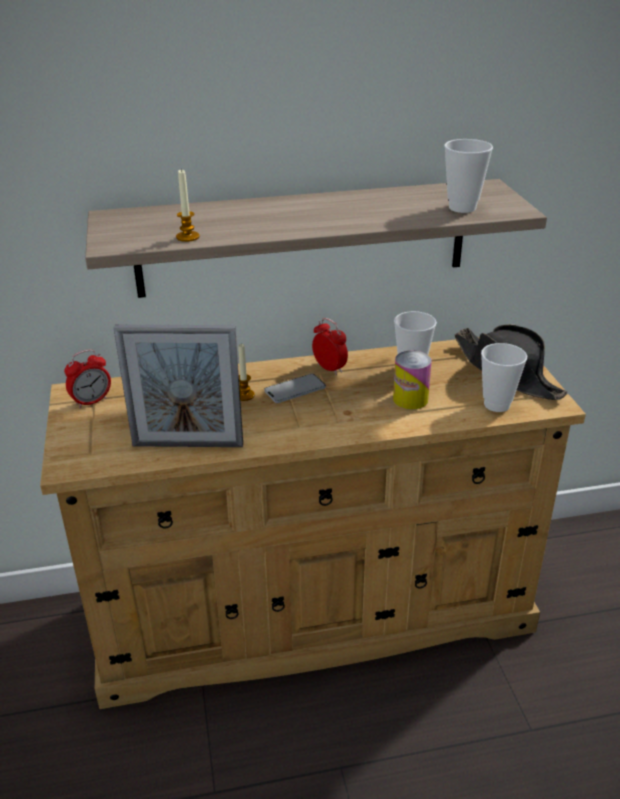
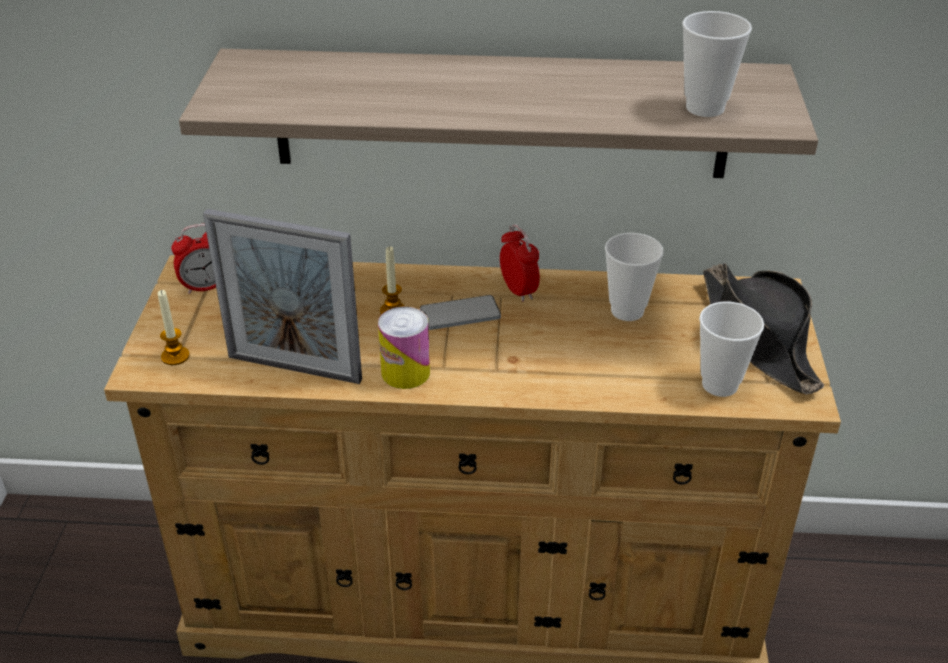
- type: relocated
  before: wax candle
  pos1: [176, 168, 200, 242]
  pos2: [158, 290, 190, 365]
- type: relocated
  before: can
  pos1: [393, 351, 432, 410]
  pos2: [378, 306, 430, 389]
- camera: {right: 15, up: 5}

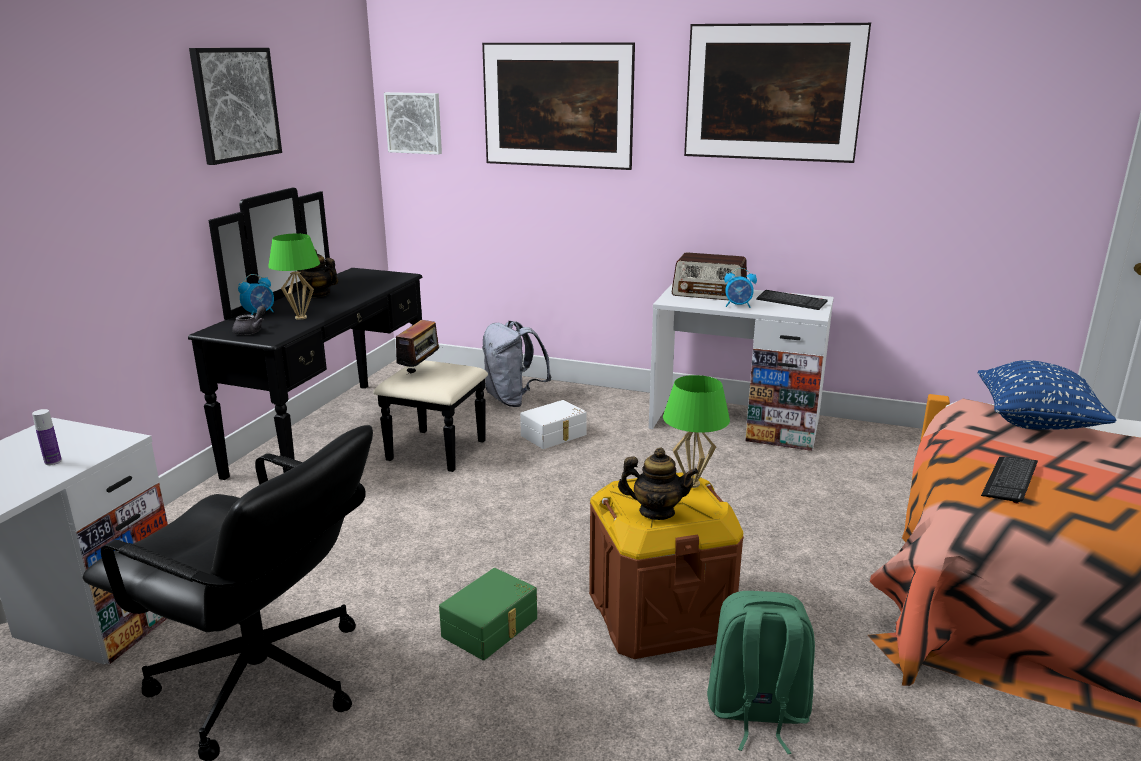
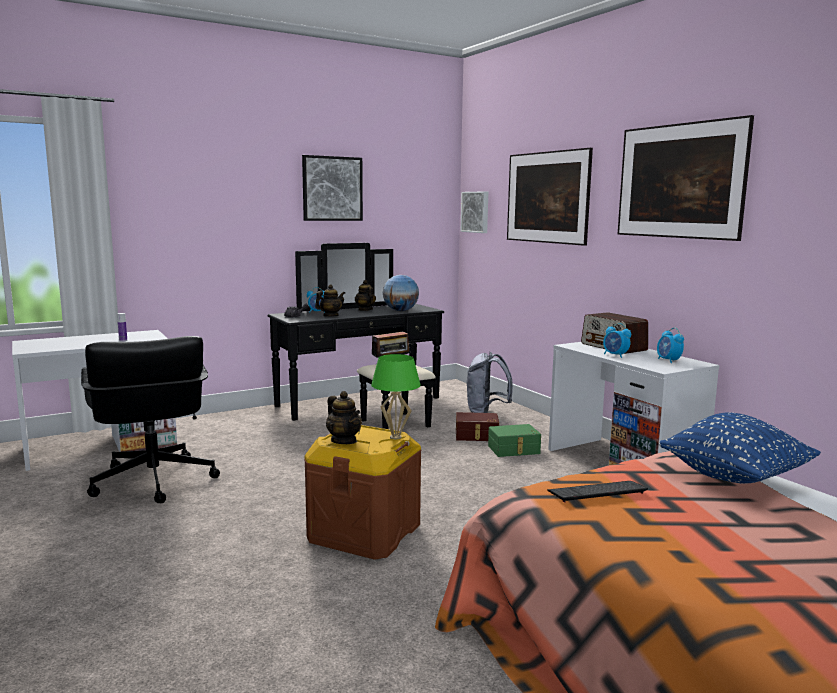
- type: missing
  before: knapsack/greenish
  pos1: [707, 591, 815, 754]
- type: appeared
  after: desk globe
  pos2: [383, 275, 419, 311]
- type: relocated
  before: storage box/greenish
  pos1: [439, 568, 537, 660]
  pos2: [488, 424, 541, 457]
- type: exchanged
  before: tabletop lamp/greenish
  after: teapot
  pos1: [268, 234, 320, 320]
  pos2: [315, 284, 345, 317]
- type: exchanged
  before: computer keyboard
  after: alarm clock
  pos1: [756, 290, 828, 310]
  pos2: [657, 328, 684, 363]
- type: colour
  before: storage box/white
  after: storage box/brown-coloured
  pos1: [520, 400, 587, 449]
  pos2: [456, 412, 499, 441]
- camera: {right: 40, up: -10}

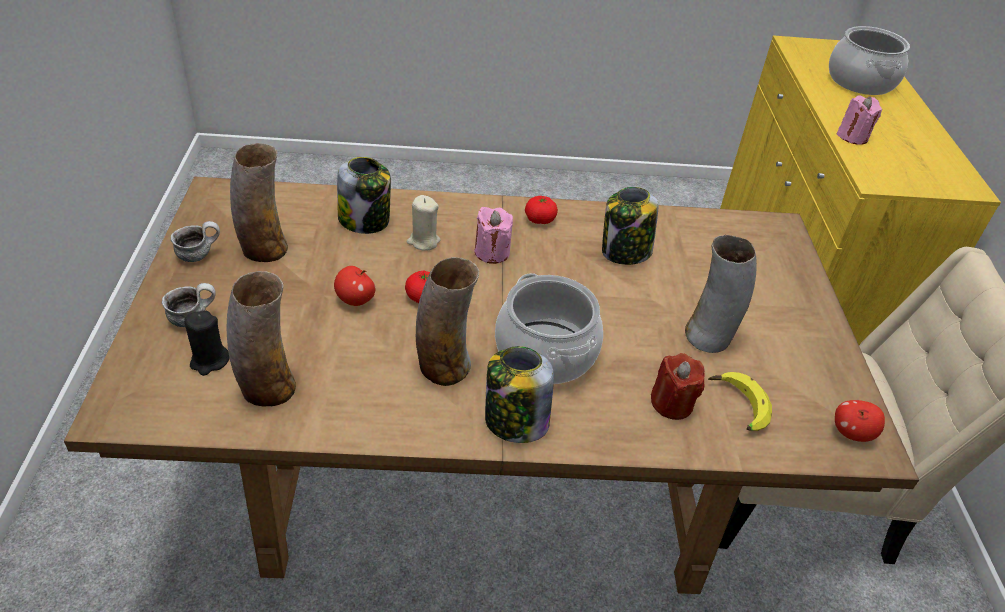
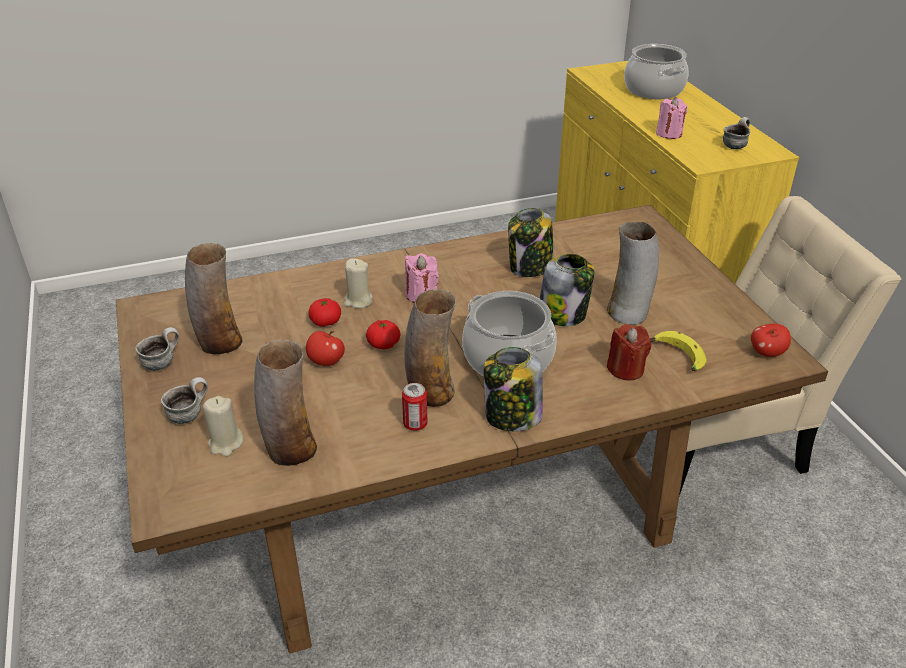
- type: appeared
  after: can
  pos2: [402, 383, 427, 431]
- type: appeared
  after: coffee mug
  pos2: [723, 117, 750, 149]
- type: relocated
  before: jar
  pos1: [337, 157, 391, 234]
  pos2: [540, 254, 595, 326]
- type: relocated
  before: tomato
  pos1: [525, 196, 558, 224]
  pos2: [309, 298, 341, 327]
- type: colour
  before: wax candle/black-coloured
  after: wax candle/sand-coloured
  pos1: [184, 311, 229, 376]
  pos2: [203, 396, 244, 456]
- camera: {right: -15, up: -5}

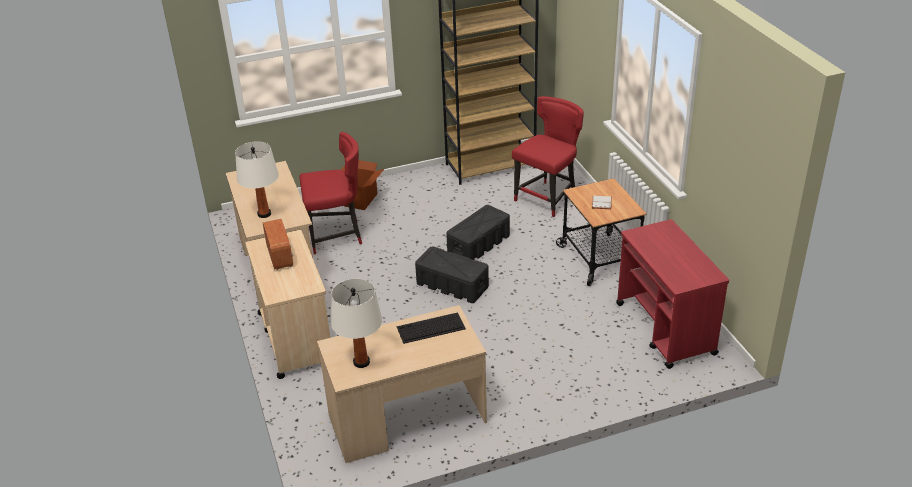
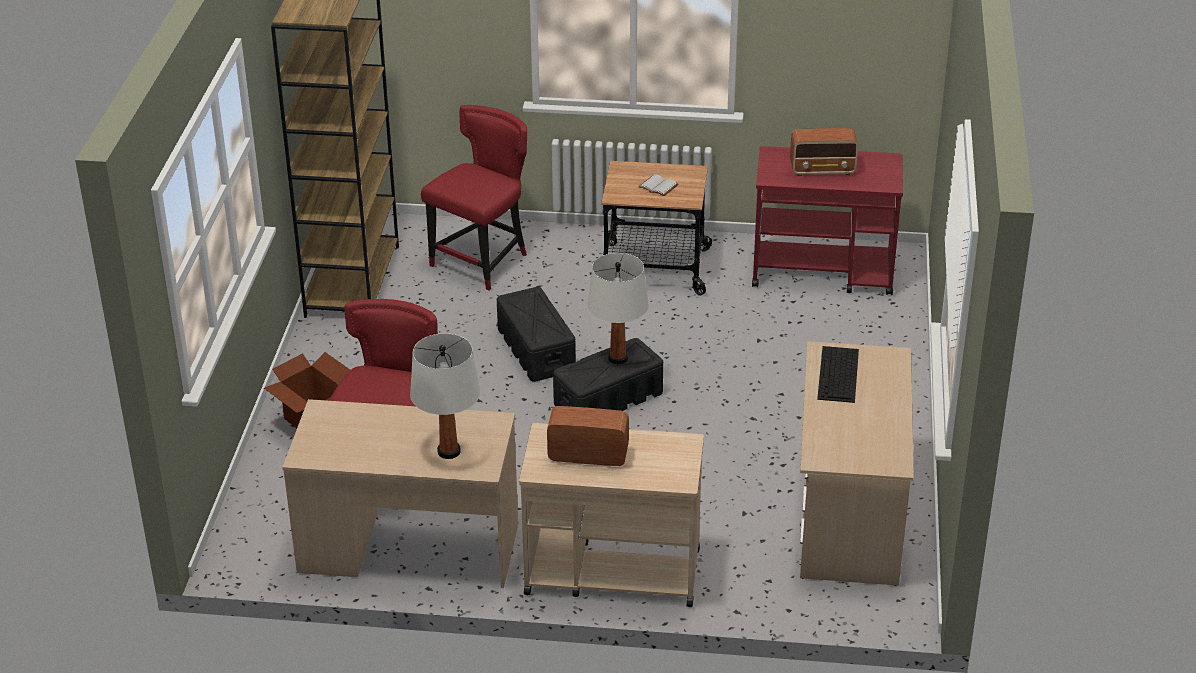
- type: appeared
  after: radio
  pos2: [790, 128, 858, 176]
- type: relocated
  before: tabletop lamp/white
  pos1: [331, 279, 382, 368]
  pos2: [587, 253, 649, 364]
- type: spun
  before: plain chair/red-coloured
  pos1: [512, 96, 584, 217]
  pos2: [421, 105, 527, 290]
  turn: 60
- camera: {right: -65, up: 0}

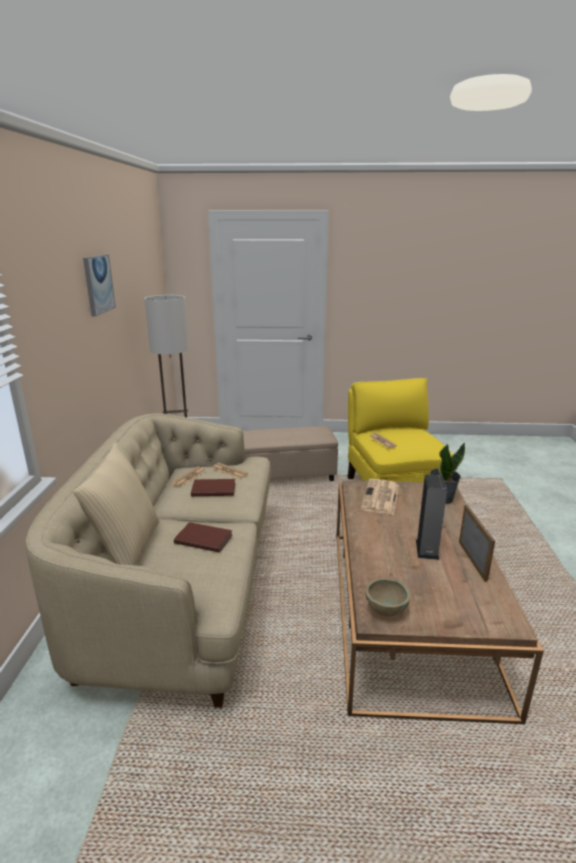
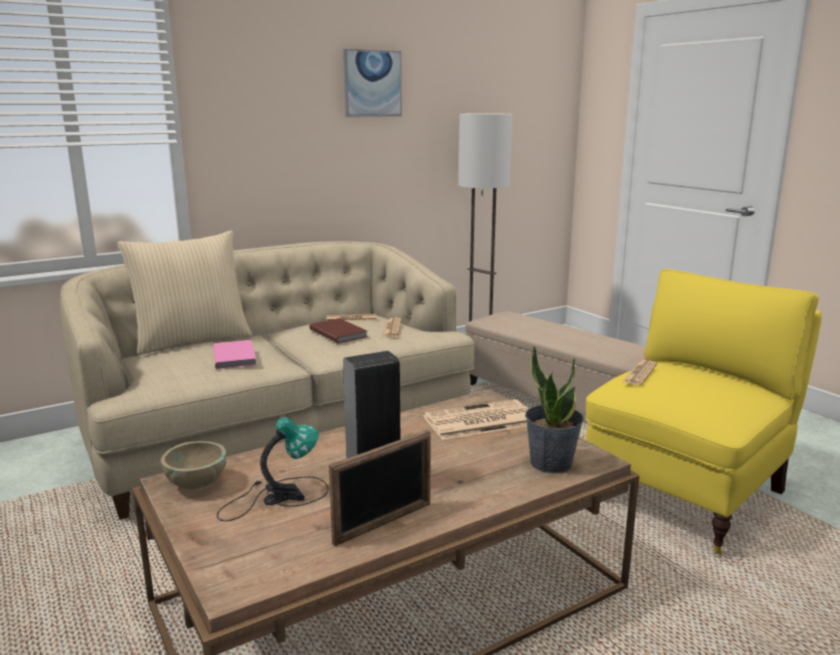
- type: appeared
  after: tabletop lamp
  pos2: [217, 417, 329, 521]
- type: colour
  before: volume/brown-coloured
  after: volume/pink-coloured
  pos1: [174, 522, 233, 553]
  pos2: [213, 340, 256, 369]
- camera: {right: 55, up: -5}

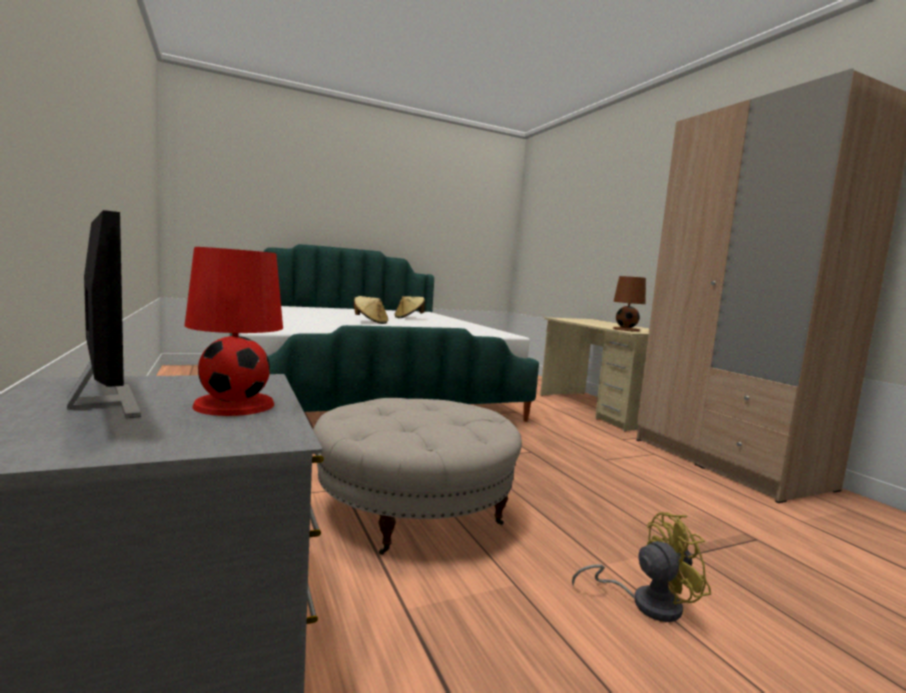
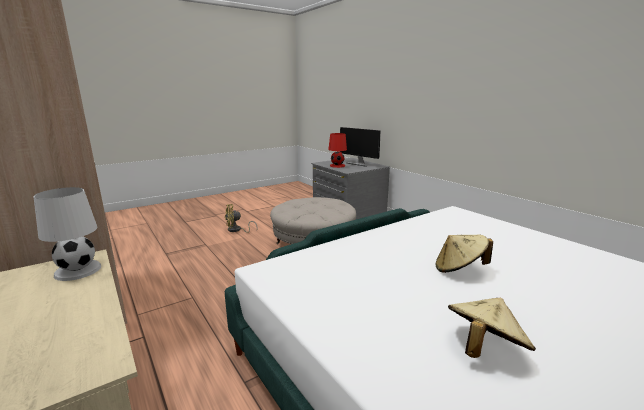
- type: colour
  before: tabletop lamp/brown-coloured
  after: tabletop lamp/white
  pos1: [613, 276, 646, 332]
  pos2: [34, 187, 101, 281]
- camera: {right: 170, up: 10}

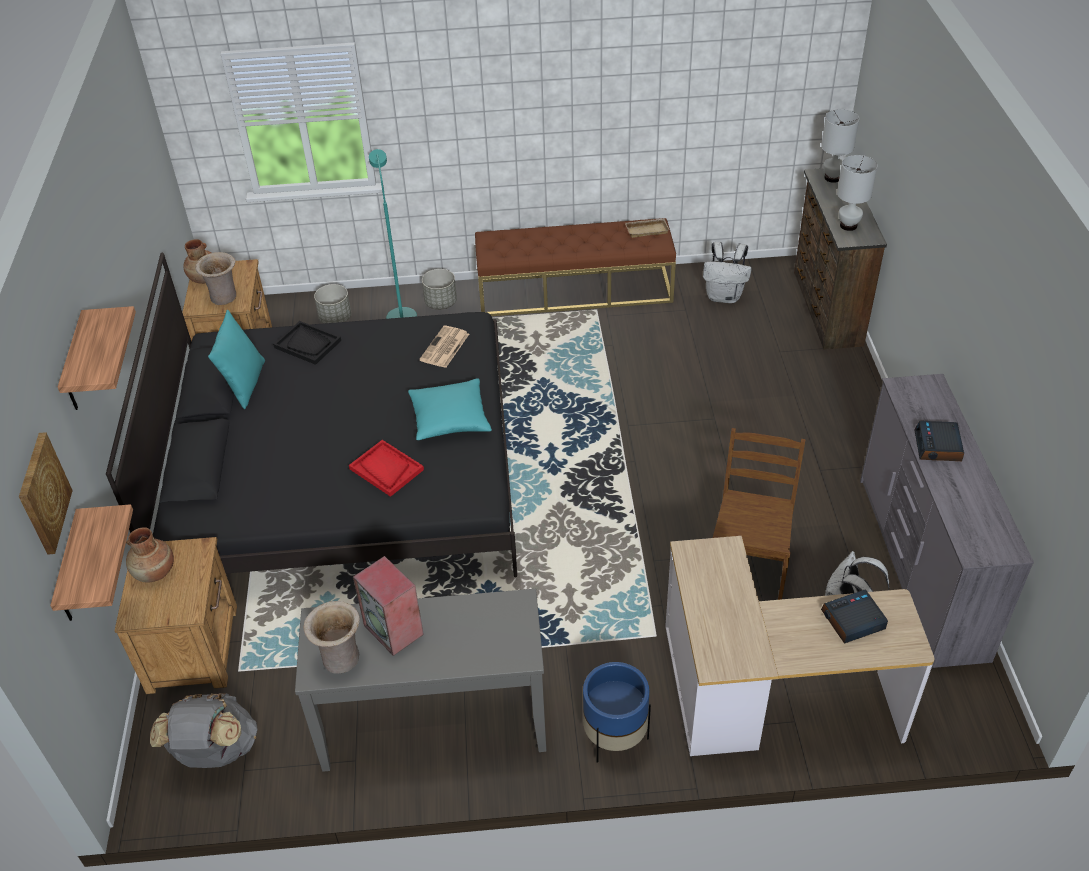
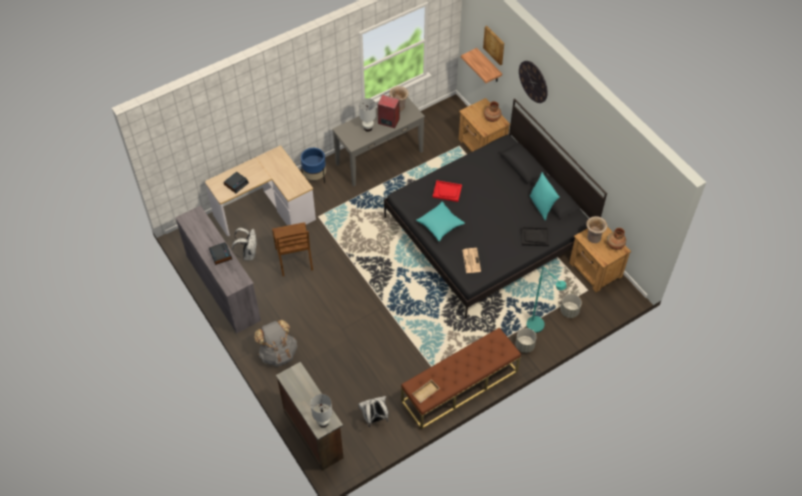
- type: relocated
  before: knapsack/grey
  pos1: [150, 693, 258, 768]
  pos2: [254, 320, 297, 367]
- type: relocated
  before: tabletop lamp/white
  pos1: [837, 155, 878, 231]
  pos2: [359, 98, 376, 132]
- type: exchanged
  before: bracket shelf
  after: wall clock
  pos1: [58, 306, 136, 410]
  pos2: [519, 61, 548, 103]
- camera: {right: 150, up: 10}

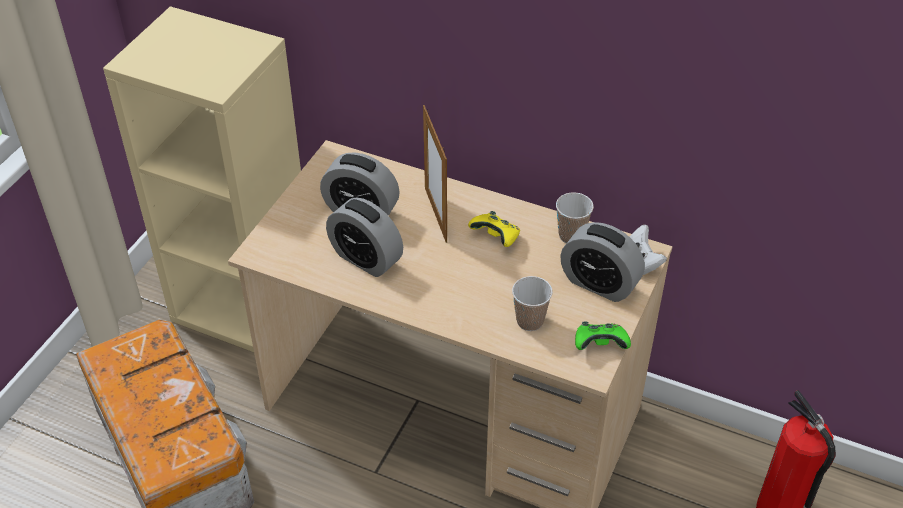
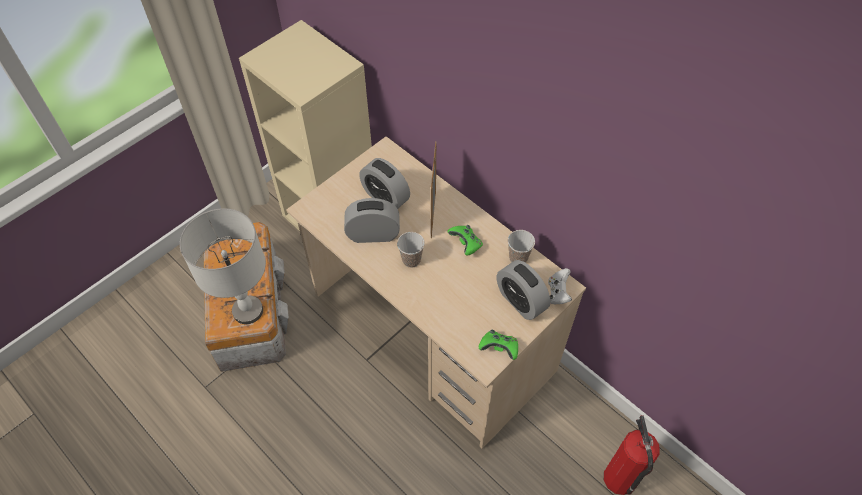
- type: appeared
  after: tabletop lamp/grey
  pos2: [180, 208, 266, 324]
- type: relocated
  before: drinking cup
  pos1: [512, 276, 553, 331]
  pos2: [397, 232, 425, 268]
- type: colour
  before: gamepad/yellow
  after: gamepad/greenish
  pos1: [468, 211, 520, 247]
  pos2: [448, 225, 483, 255]
- type: spun
  before: alarm clock
  pos1: [326, 197, 403, 277]
  pos2: [344, 198, 400, 243]
  turn: 120
- camera: {right: 20, up: 10}

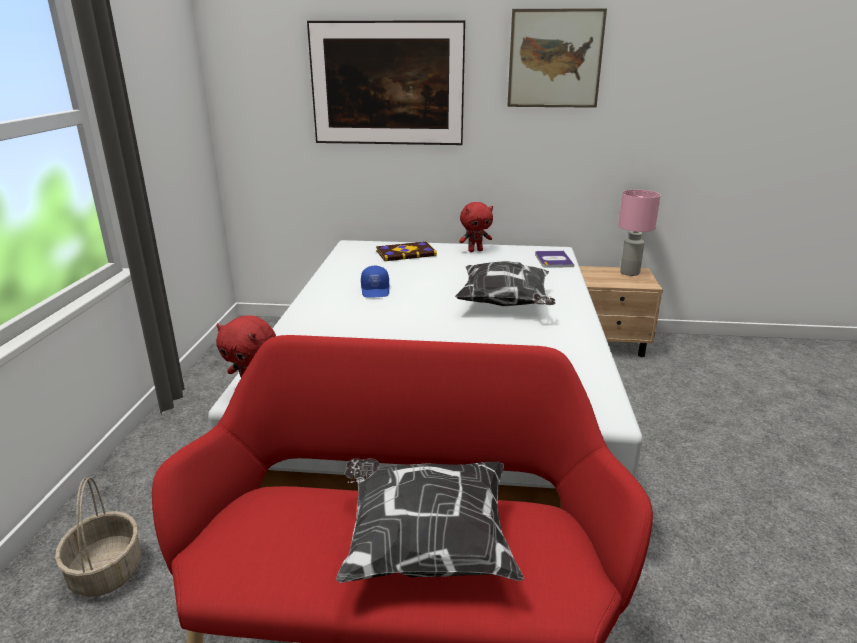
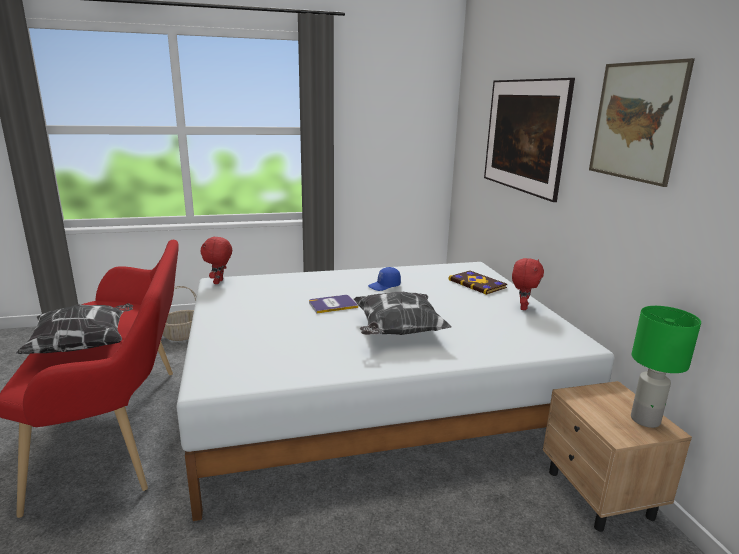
- type: relocated
  before: volume
  pos1: [535, 251, 574, 268]
  pos2: [309, 295, 358, 313]
- type: colour
  before: tabletop lamp/pink-coloured
  after: tabletop lamp/greenish
  pos1: [618, 190, 661, 276]
  pos2: [631, 306, 701, 428]
- type: spun
  before: cuddly toy/red-coloured
  pos1: [459, 202, 493, 252]
  pos2: [512, 258, 544, 310]
  turn: -120
- camera: {right: 70, up: -5}

